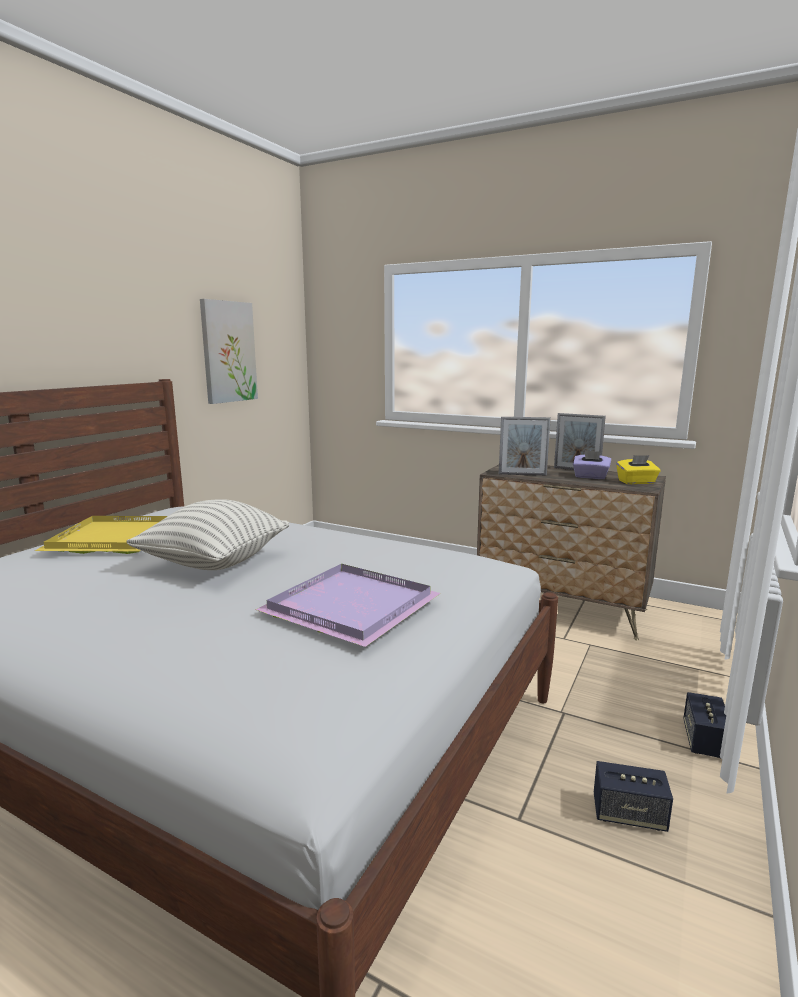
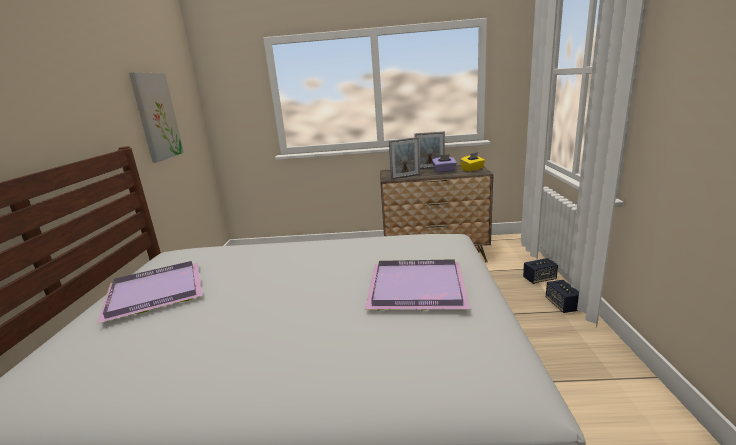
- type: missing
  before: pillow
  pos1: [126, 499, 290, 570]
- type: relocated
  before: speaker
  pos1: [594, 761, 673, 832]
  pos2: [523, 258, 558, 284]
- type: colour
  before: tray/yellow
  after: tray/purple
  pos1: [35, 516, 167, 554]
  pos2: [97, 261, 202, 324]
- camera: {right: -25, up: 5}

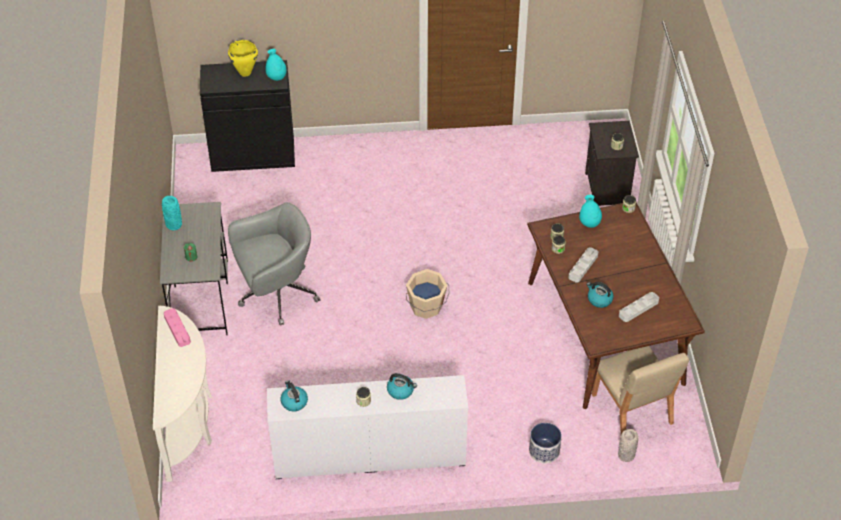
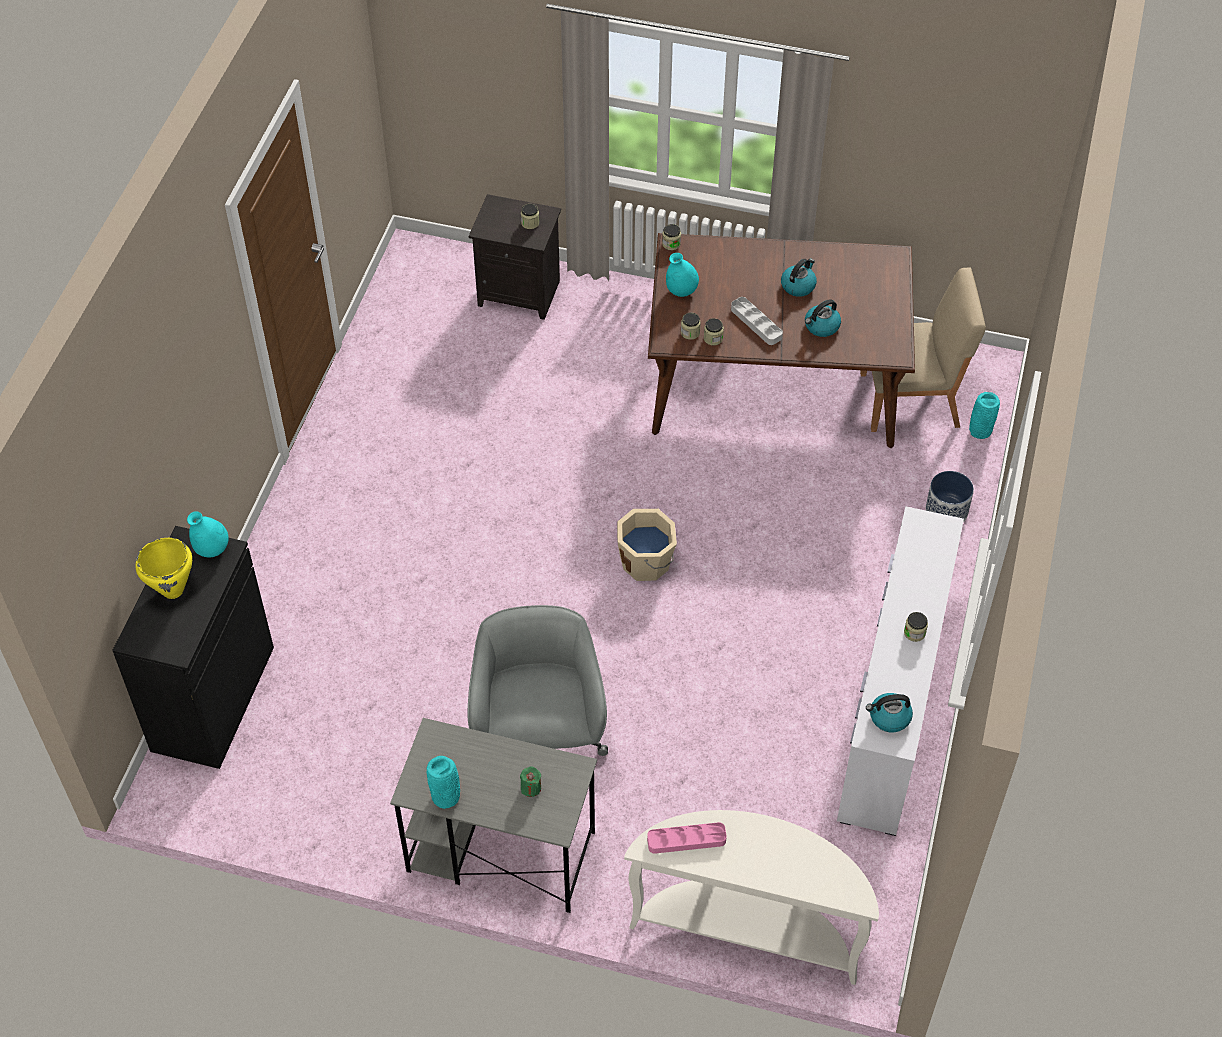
- type: missing
  before: tray/grey
  pos1: [619, 292, 659, 322]
- type: relocated
  before: water kettle
  pos1: [387, 373, 417, 400]
  pos2: [781, 258, 817, 297]
- type: colour
  before: decorative vase/grey
  after: decorative vase/turquoise
  pos1: [618, 429, 638, 462]
  pos2: [969, 392, 1000, 439]
- camera: {right: -70, up: 5}

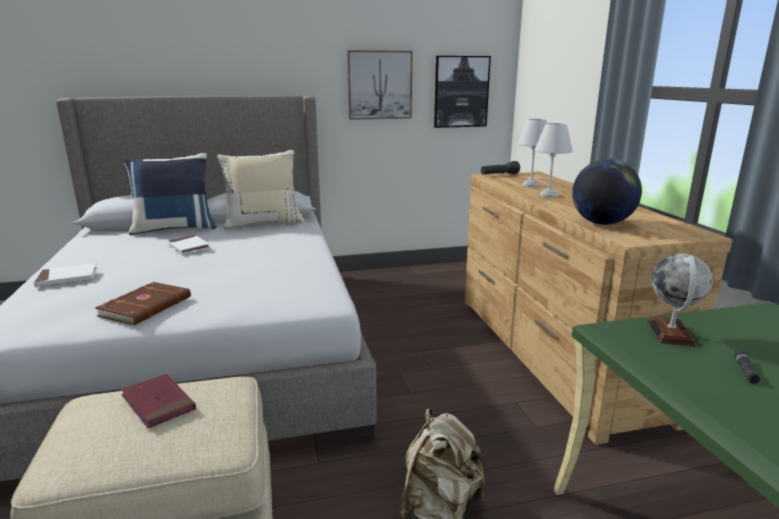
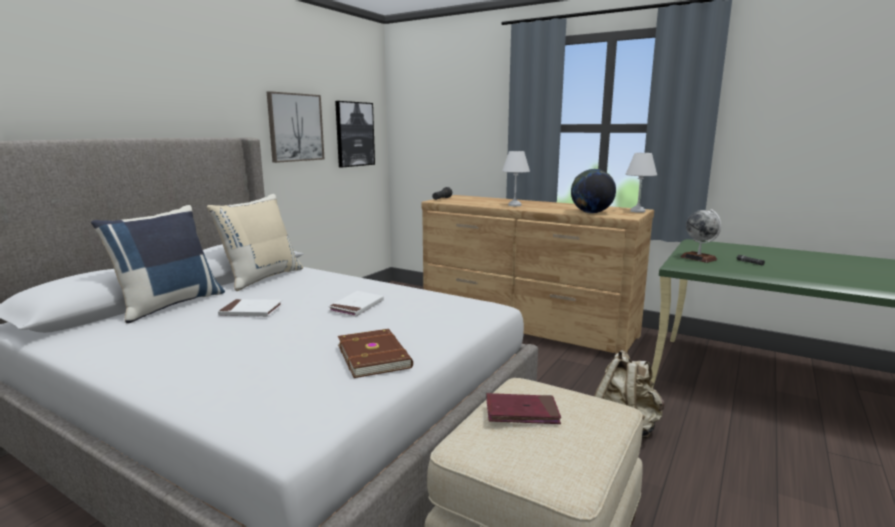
- type: relocated
  before: volume/white
  pos1: [34, 263, 98, 287]
  pos2: [328, 291, 384, 317]
- type: relocated
  before: tabletop lamp/white
  pos1: [517, 119, 547, 187]
  pos2: [626, 153, 657, 213]
- camera: {right: -45, up: -5}

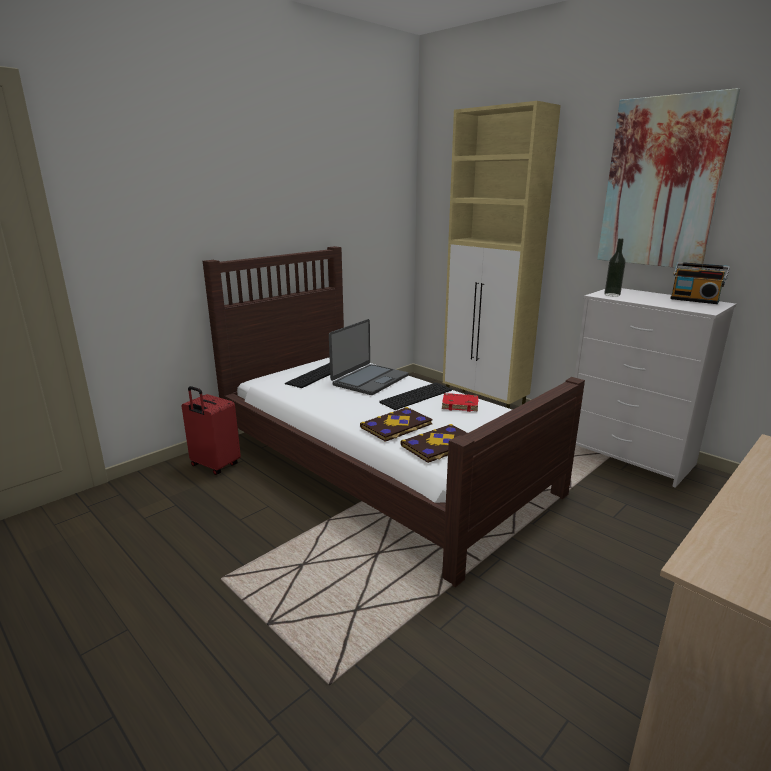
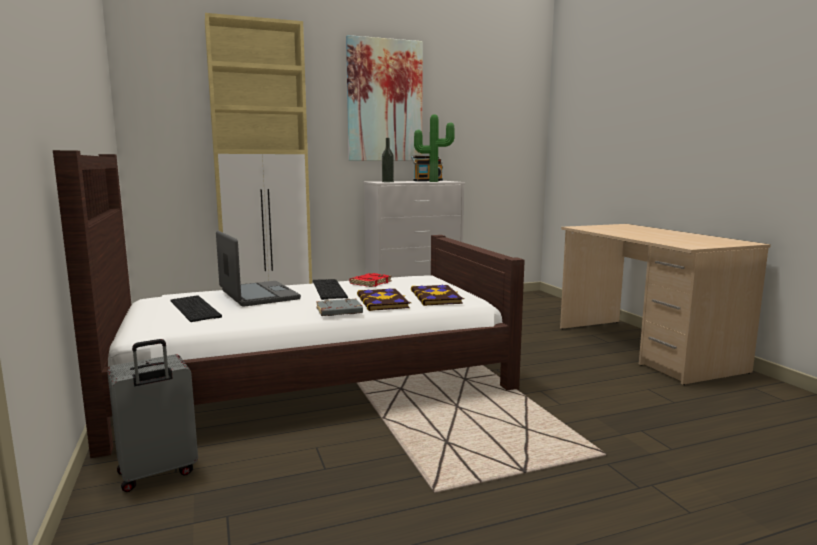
- type: appeared
  after: volume/grey
  pos2: [316, 298, 363, 316]
- type: appeared
  after: plant in a pot
  pos2: [414, 114, 454, 182]
- type: colour
  before: travel case/red-coloured
  after: travel case/grey
  pos1: [182, 386, 241, 475]
  pos2: [107, 339, 198, 492]
- camera: {right: -65, up: -10}

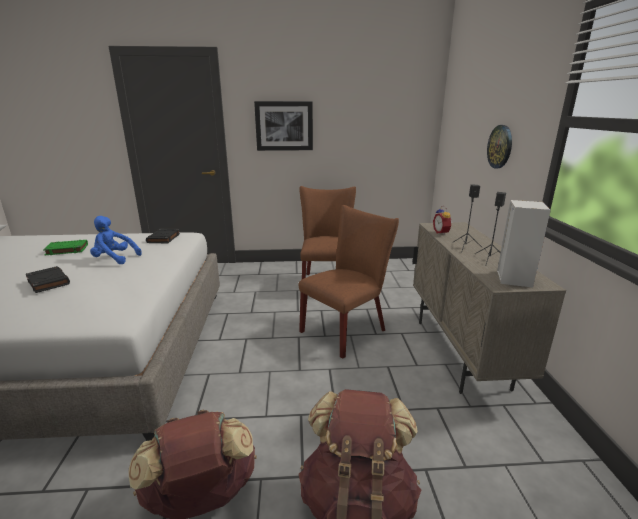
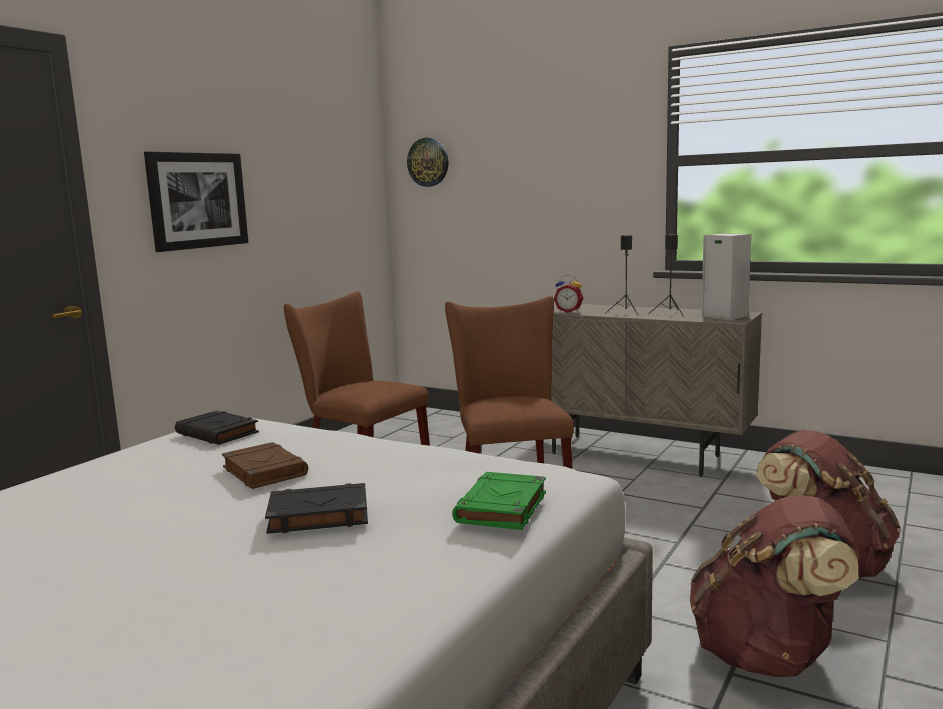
- type: relocated
  before: volume/greenish
  pos1: [43, 240, 88, 255]
  pos2: [452, 472, 546, 530]
- type: relocated
  before: wall clock
  pos1: [487, 125, 512, 168]
  pos2: [407, 138, 449, 187]
- type: exchanged
  before: cuddly toy/bluish
  after: volume/brown-coloured
  pos1: [90, 216, 142, 264]
  pos2: [222, 442, 308, 489]
- camera: {right: -55, up: -10}

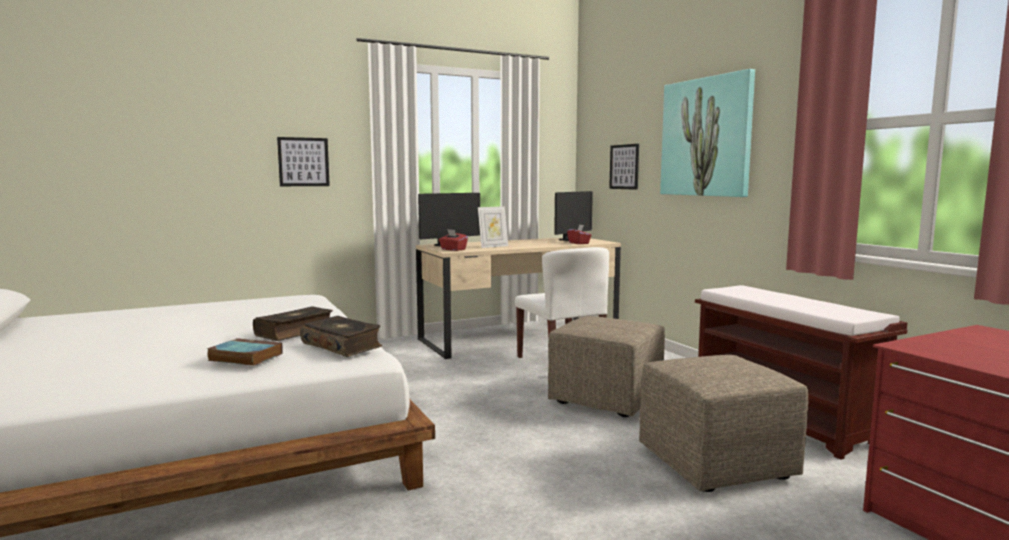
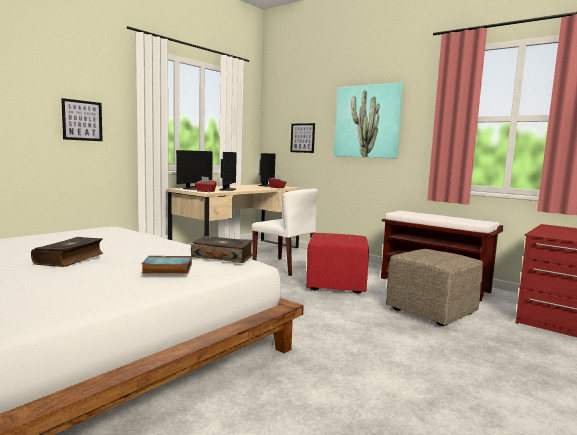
- type: relocated
  before: volume
  pos1: [253, 306, 333, 341]
  pos2: [31, 237, 103, 267]
- type: exchanged
  before: picture frame
  after: monitor
  pos1: [478, 206, 508, 248]
  pos2: [219, 152, 237, 191]
- type: colour
  before: pouffe/sand-coloured
  after: pouffe/red-coloured
  pos1: [548, 316, 665, 417]
  pos2: [306, 233, 369, 294]
- camera: {right: -25, up: 0}

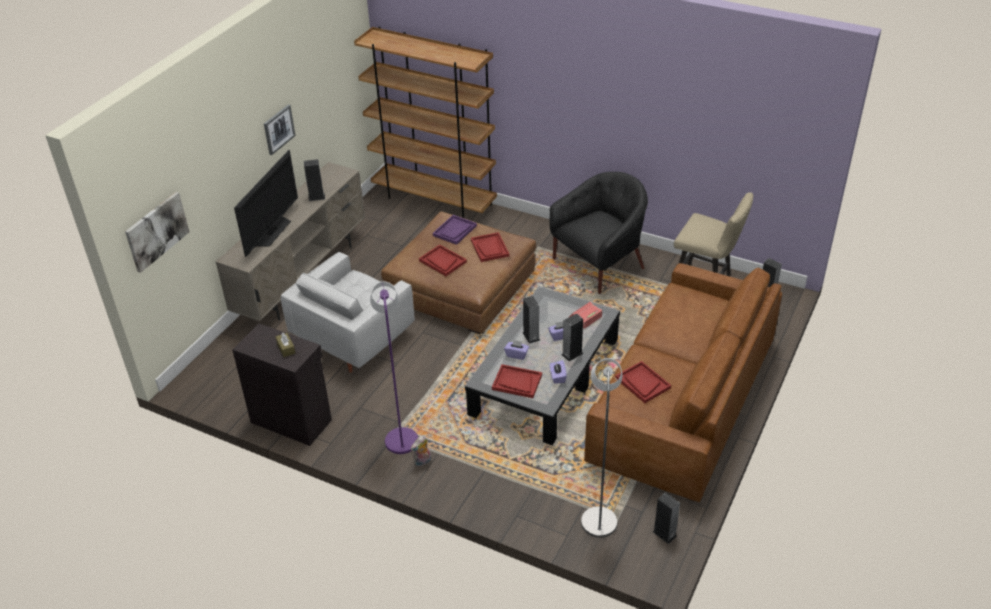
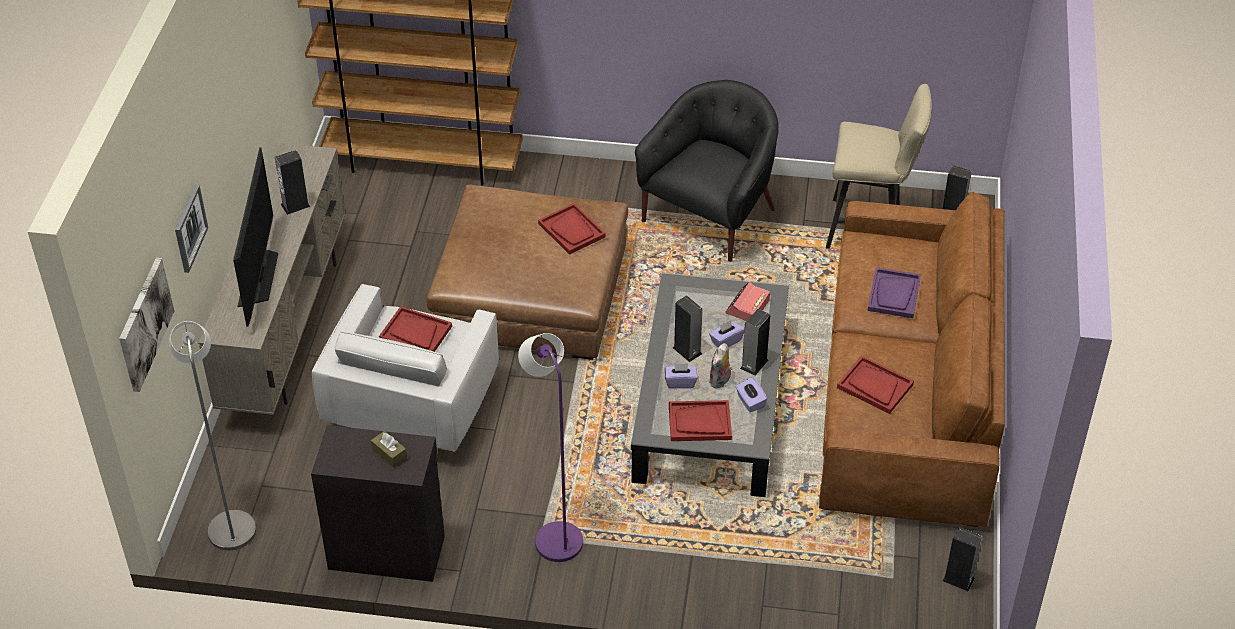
- type: relocated
  before: wall art
  pos1: [264, 105, 296, 155]
  pos2: [175, 185, 208, 273]
- type: relocated
  before: cuddly toy
  pos1: [411, 435, 431, 467]
  pos2: [709, 343, 733, 389]
- type: relocated
  before: tray/red-coloured
  pos1: [419, 245, 467, 276]
  pos2: [379, 306, 452, 352]
- type: relocated
  before: tray/purple
  pos1: [433, 215, 477, 245]
  pos2: [867, 267, 921, 318]
- type: relocated
  before: standing lamp/grey
  pos1: [581, 358, 622, 538]
  pos2: [169, 321, 256, 550]
- camera: {right: -20, up: 5}

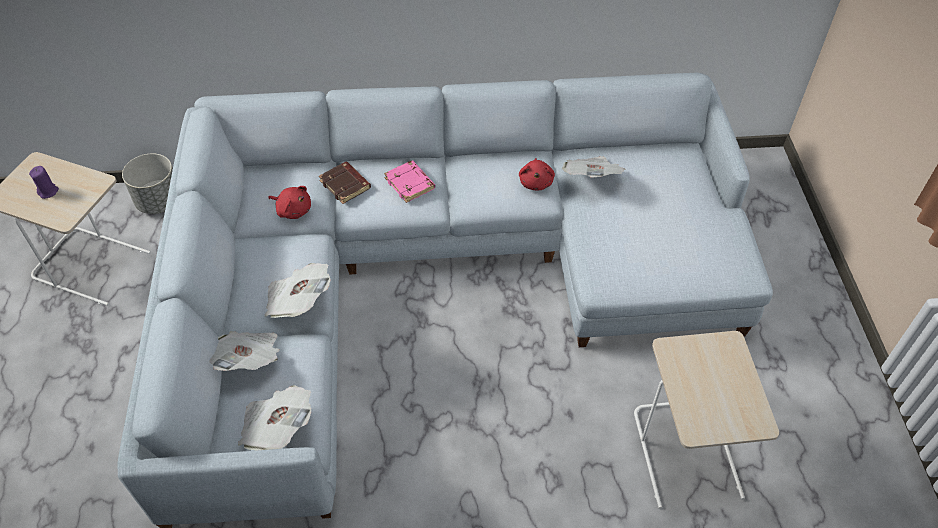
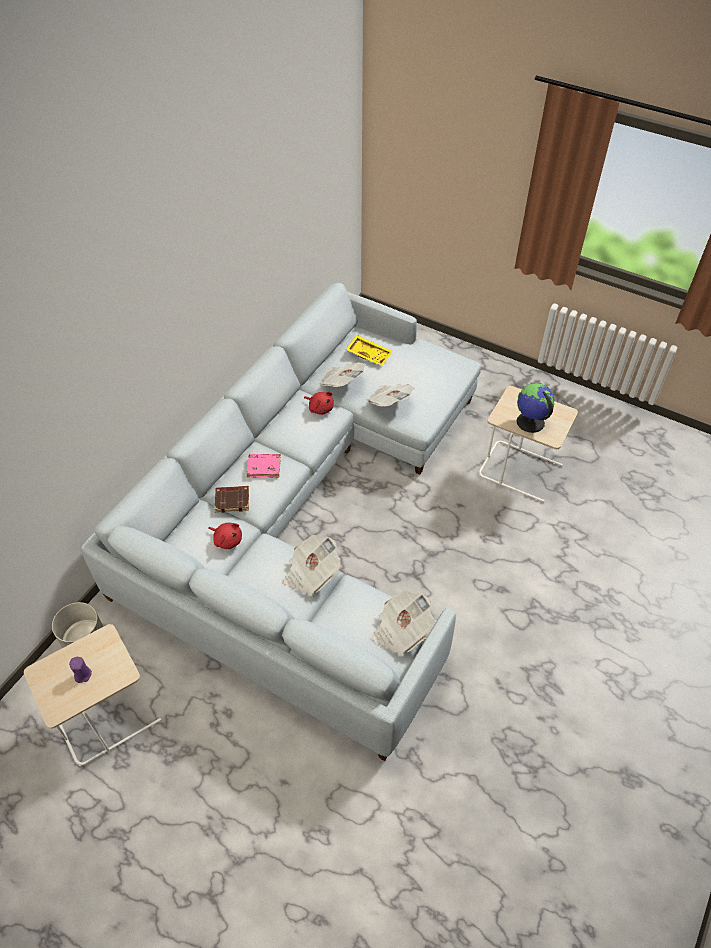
- type: appeared
  after: tray/yellow
  pos2: [346, 335, 392, 366]
- type: appeared
  after: desk globe
  pos2: [517, 383, 555, 433]
- type: relocated
  before: printed paper
  pos1: [209, 331, 280, 371]
  pos2: [367, 384, 415, 406]
- type: spun
  before: cuddly toy/red-coloured
  pos1: [268, 186, 311, 219]
  pos2: [208, 523, 242, 549]
  turn: 60
- camera: {right: -55, up: 0}

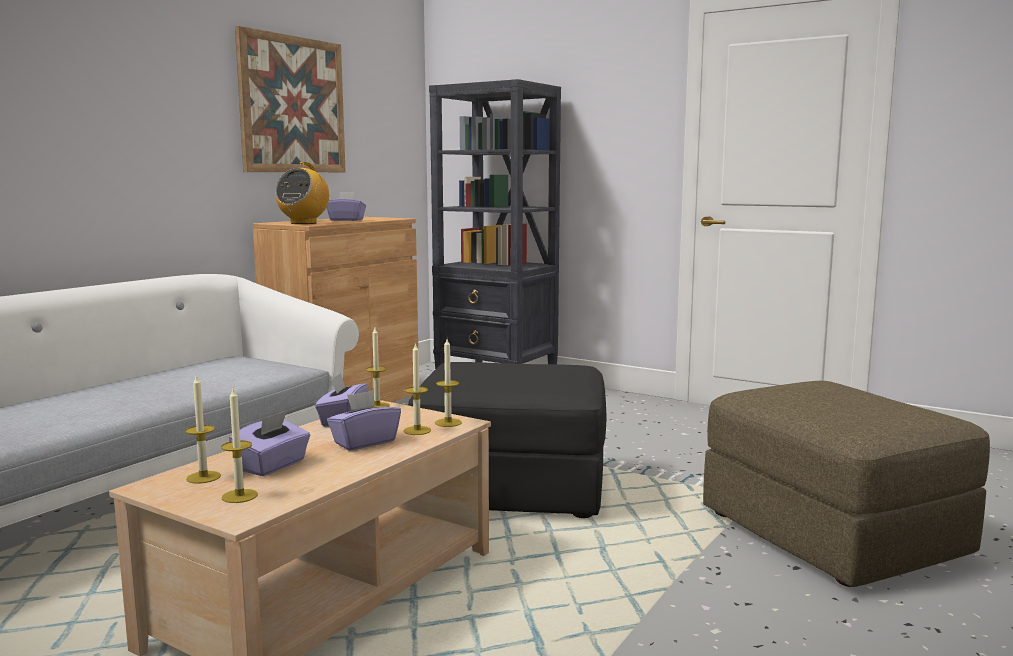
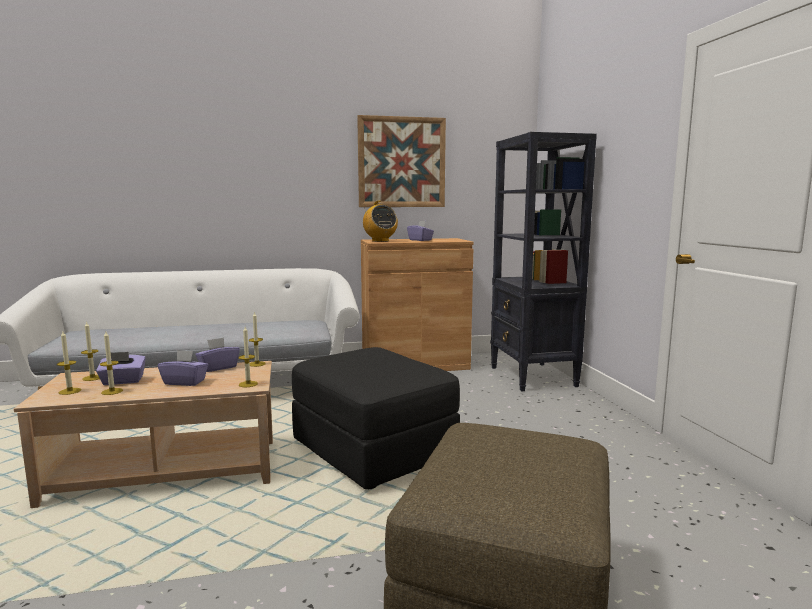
- type: relocated
  before: wax candle
  pos1: [403, 343, 431, 435]
  pos2: [100, 332, 123, 395]
- type: spun
  before: radio
  pos1: [275, 162, 329, 224]
  pos2: [363, 201, 398, 242]
  turn: -90
- camera: {right: 45, up: 0}

